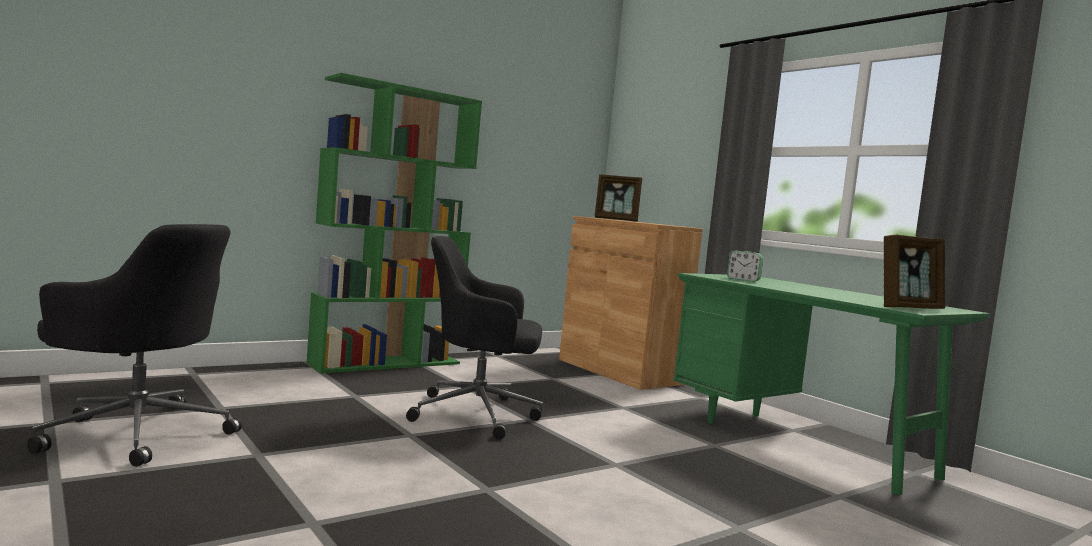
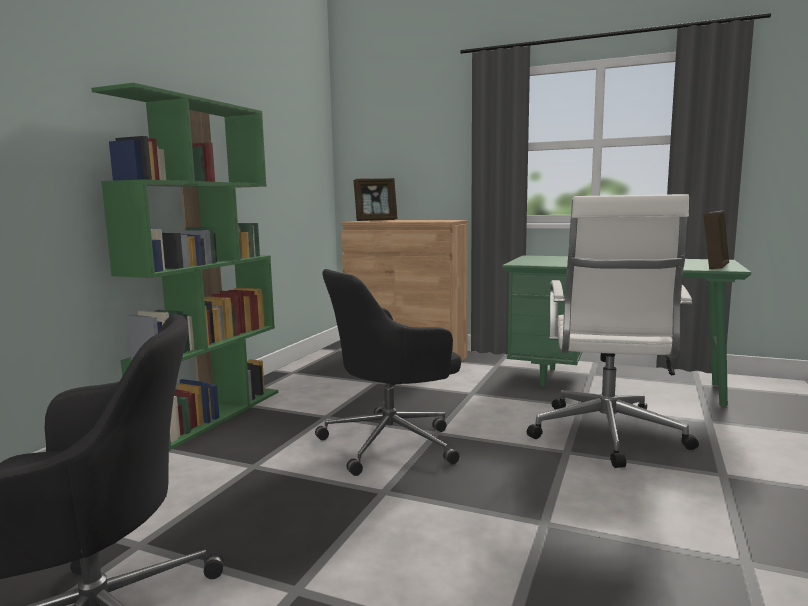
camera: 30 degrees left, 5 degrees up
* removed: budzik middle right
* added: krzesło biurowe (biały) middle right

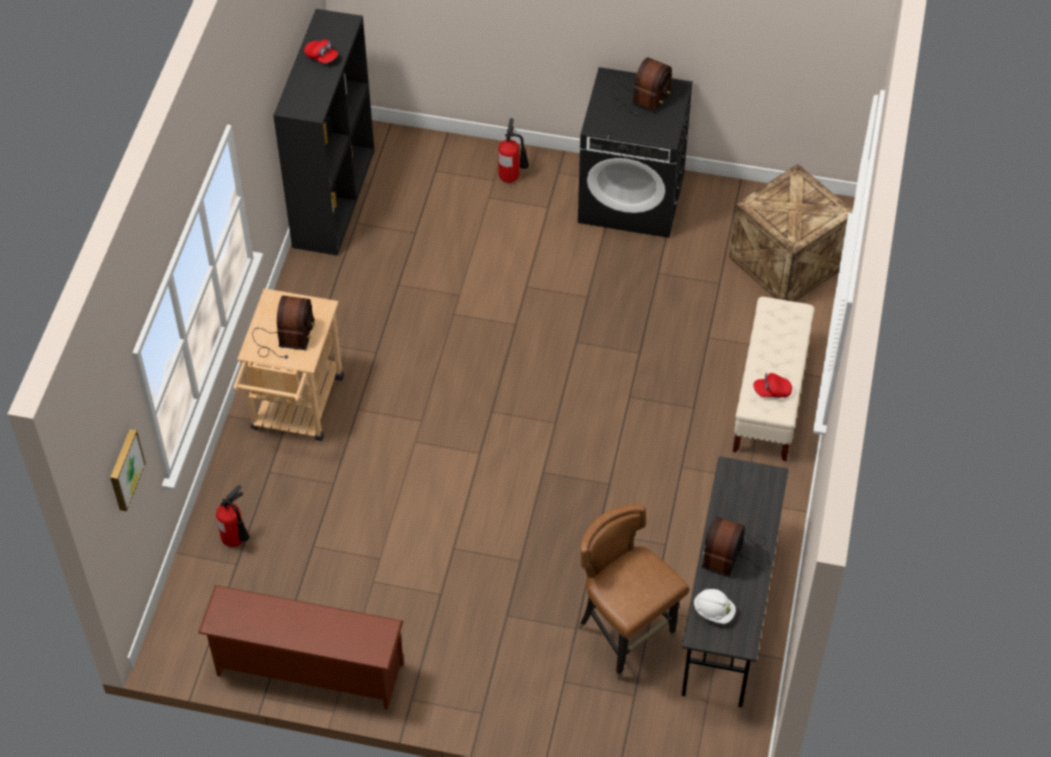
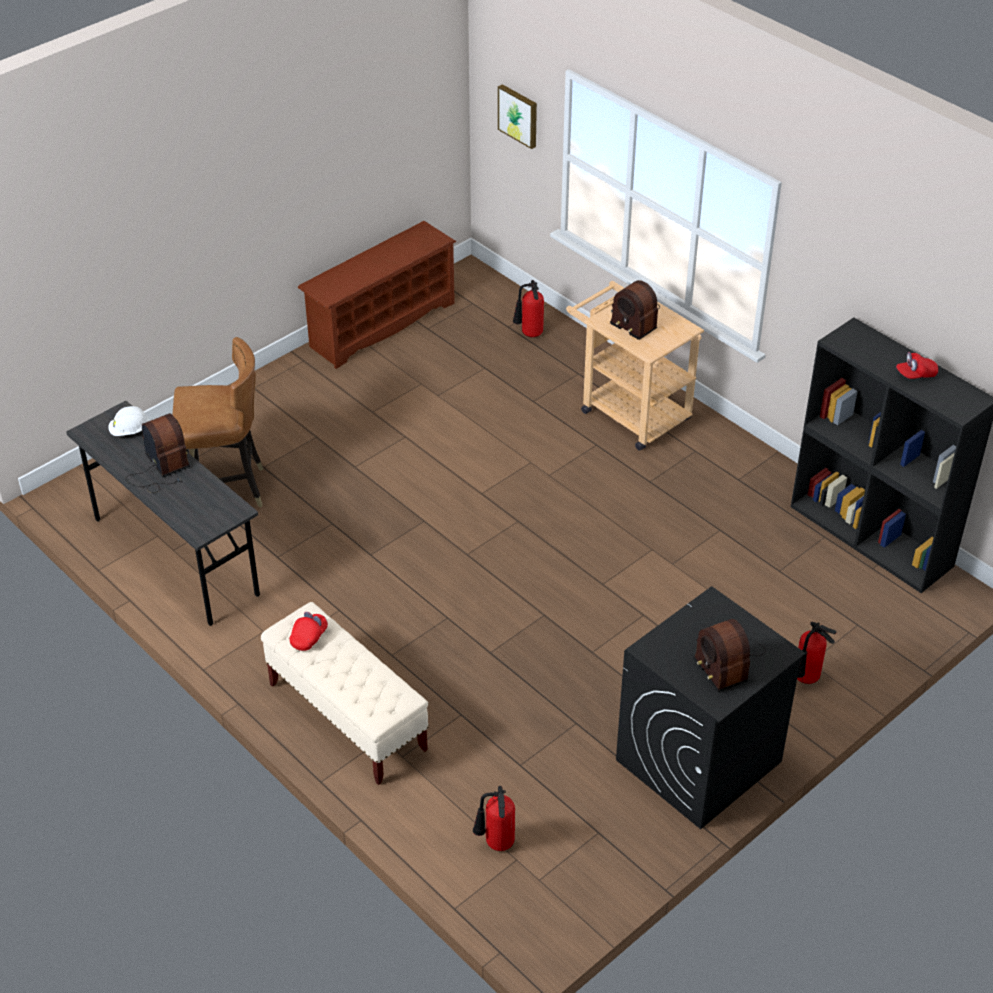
camera: 125 degrees right, 10 degrees down
* replaced: skrzynka top right to gaśnica (1st from left) bottom centre

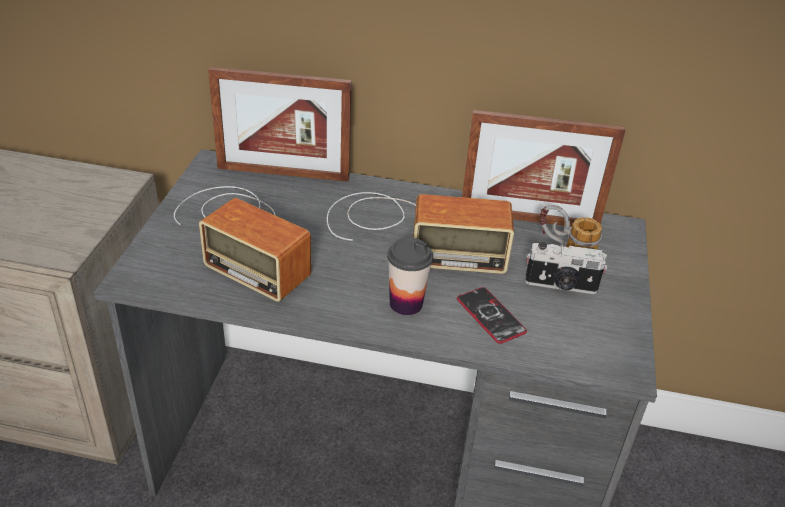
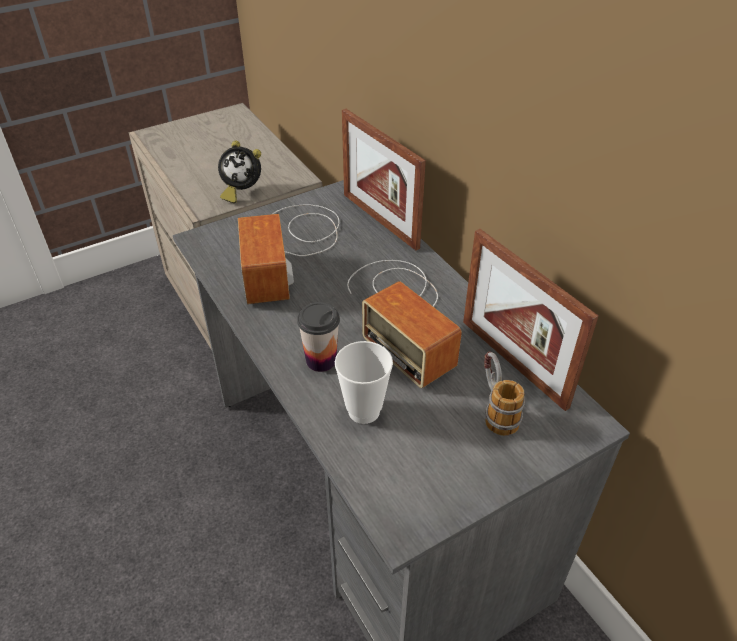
camera: 50 degrees right, 5 degrees up
* removed: aparat fotograficzny middle right
* replaced: telefon centre to filiżanka (2nd from left) centre
* added: budzik top left

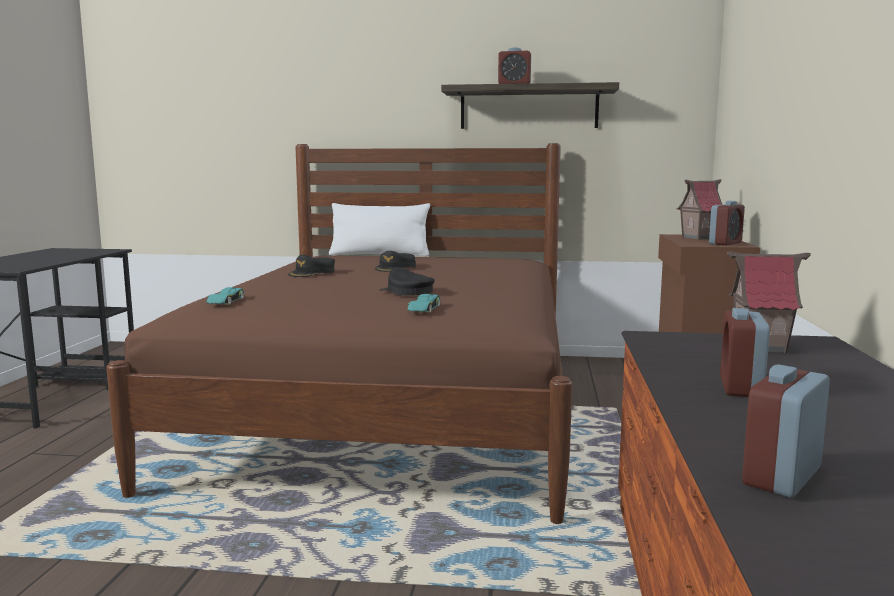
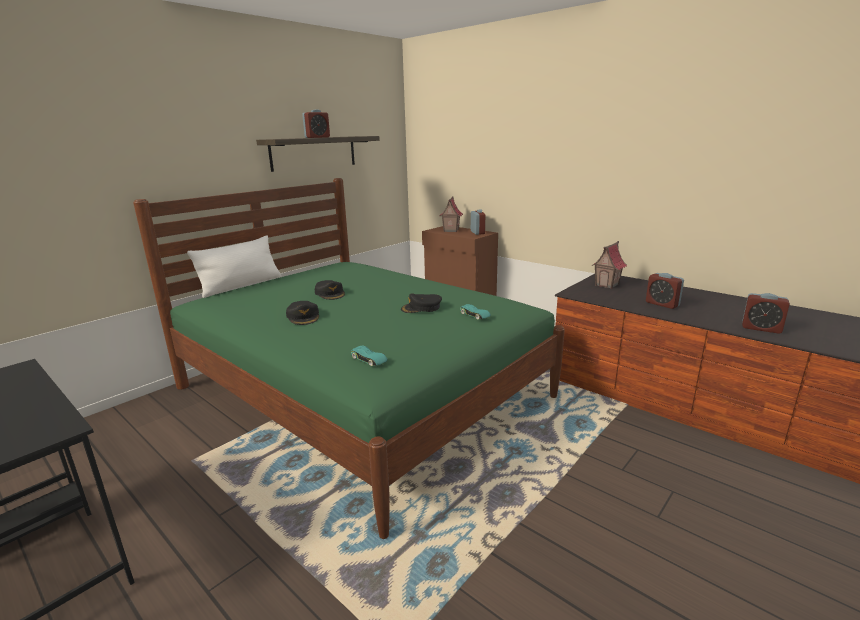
camera: 55 degrees left, 10 degrees up
* recoloured: łóżko (brązowy) centre to łóżko (zielony) centre
* turned: budzik (4th from left) bottom right = middle right 45 degrees counterclockwise

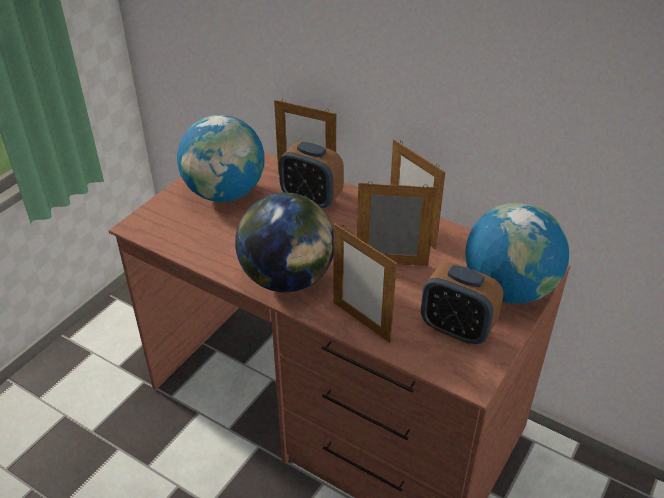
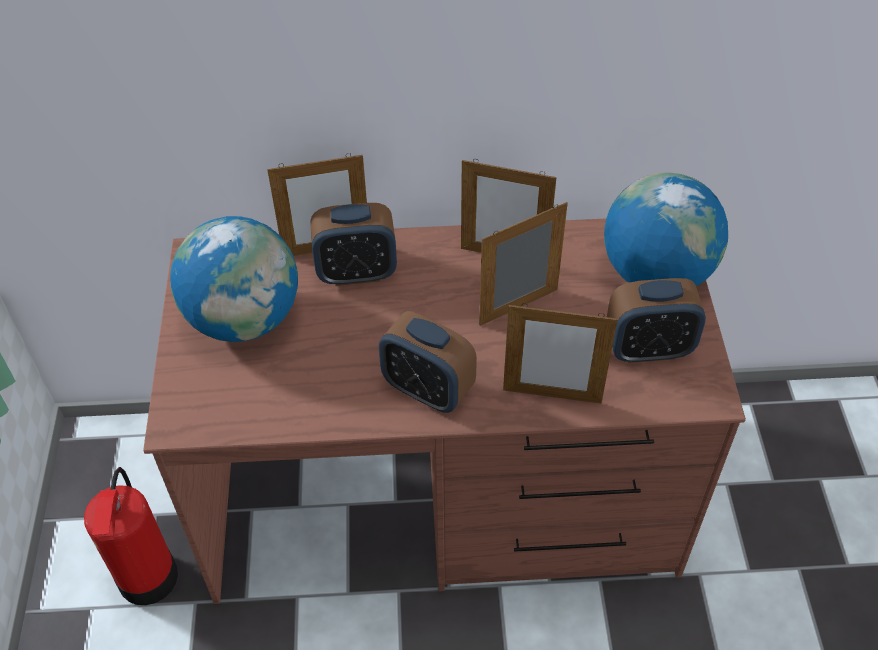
camera: 35 degrees left, 10 degrees up
* replaced: globus (2nd from left) centre to budzik (2nd from left) centre
* added: gaśnica bottom left

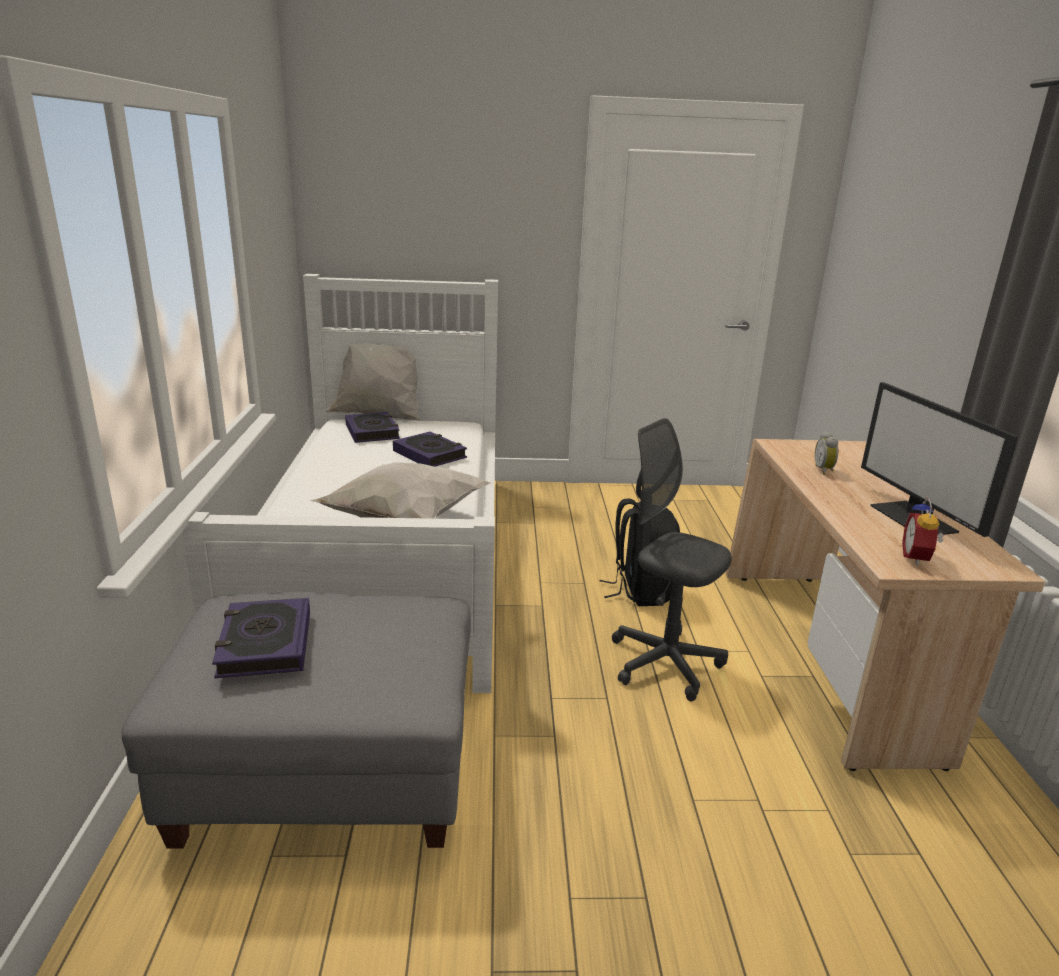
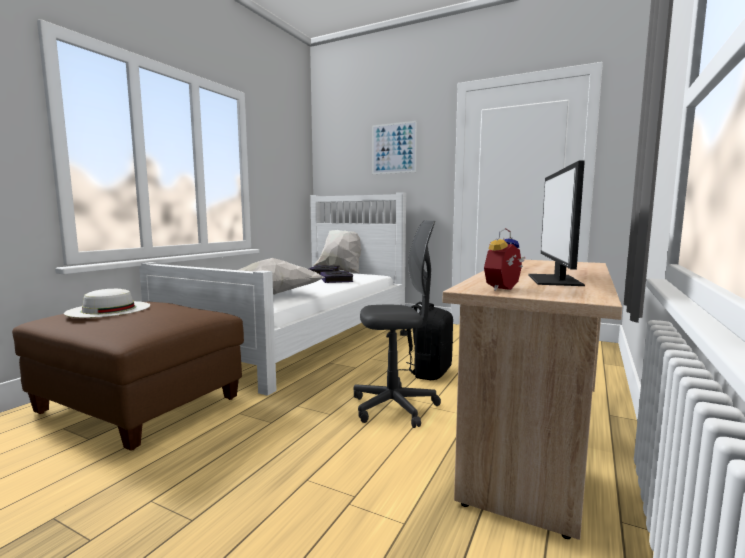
camera: 30 degrees right, 15 degrees down
* turned: krzesło biurowe (szary) centre = centre 105 degrees clockwise
* removed: budzik (1st from left) middle right
* recoloured: pufa (szary) bottom left to pufa (brązowy) bottom left
* replaced: książka (1st from left) middle left to kapelusz (biały) middle left
* added: obraz top centre

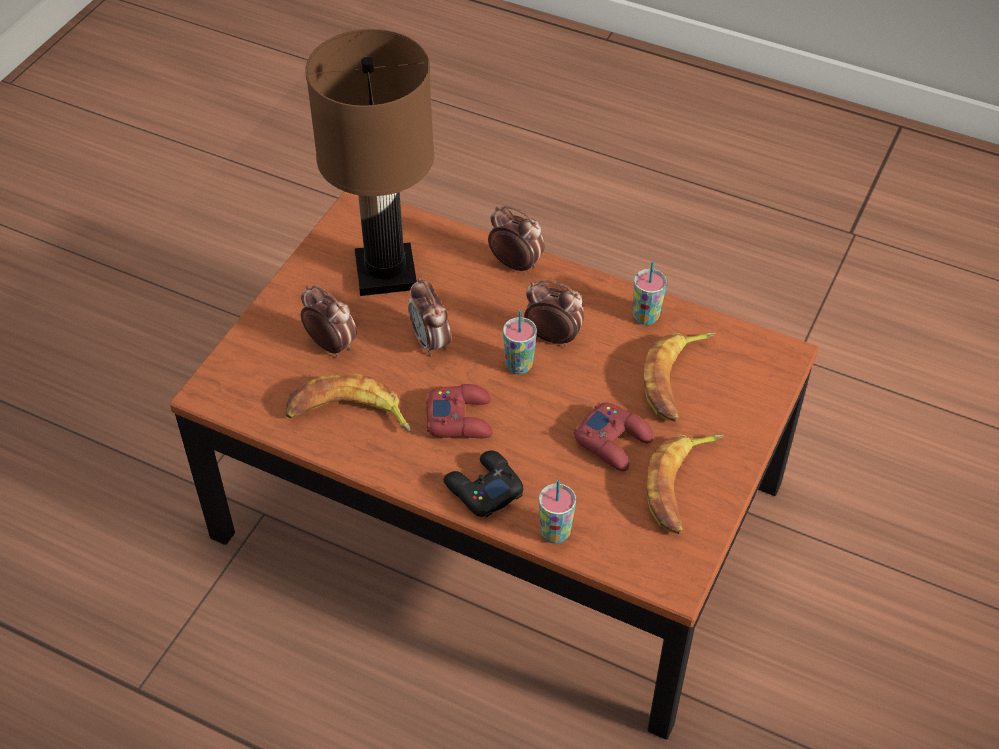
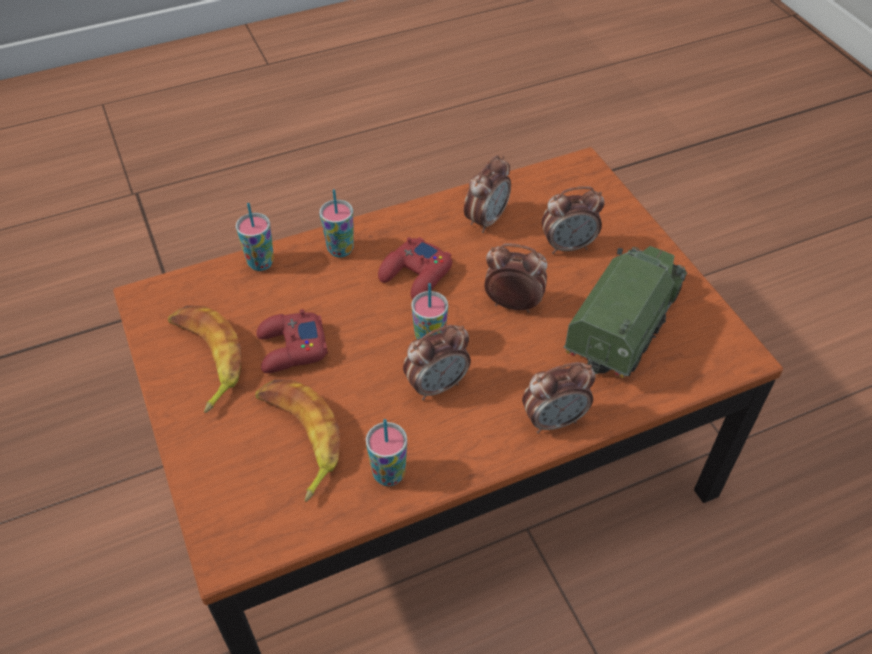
camera: 130 degrees right, 0 degrees up
* replaced: lampa stołowa (brązowy) top centre to ciężarówka zabawkowa middle right
* replaced: banan (1st from left) centre to budzik (2nd from left) top centre
* replaced: pad do gier (czarny) centre to filiżanka (2nd from left) centre

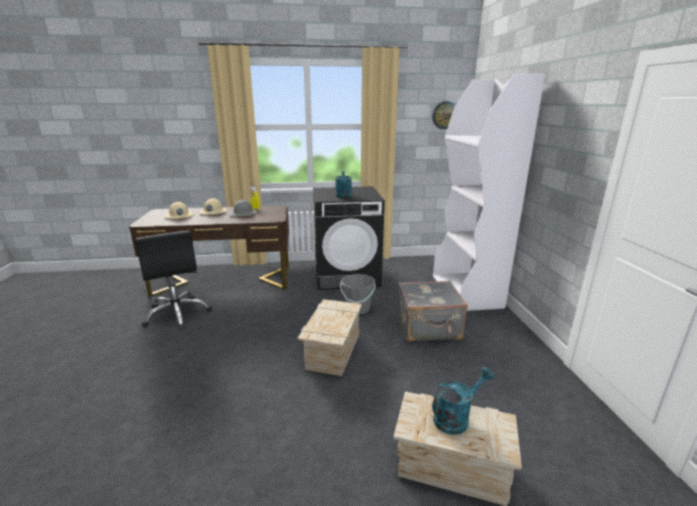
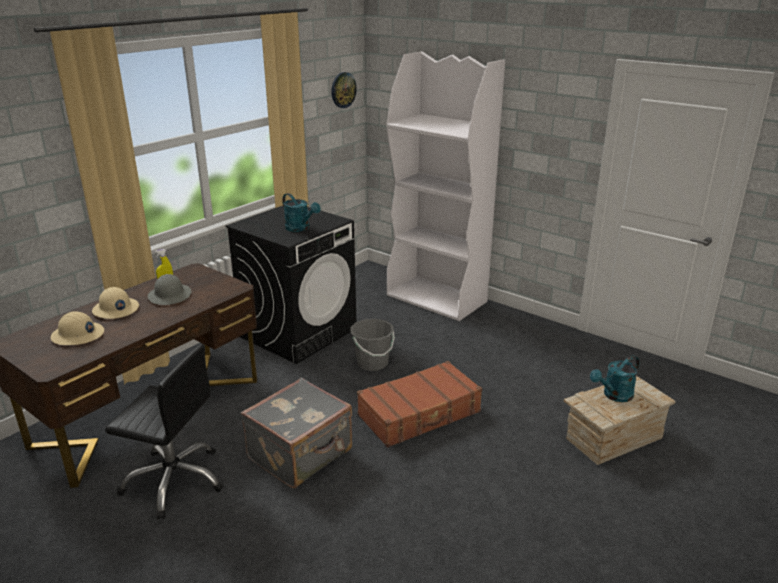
camera: 45 degrees left, 5 degrees up
* moved: walizka (szary) centre to bottom centre
* replaced: skrzynka (1st from left) centre to walizka (brązowy) bottom centre
* turned: konewka (turkusowy) (2nd from left) bottom centre = middle right 135 degrees counterclockwise

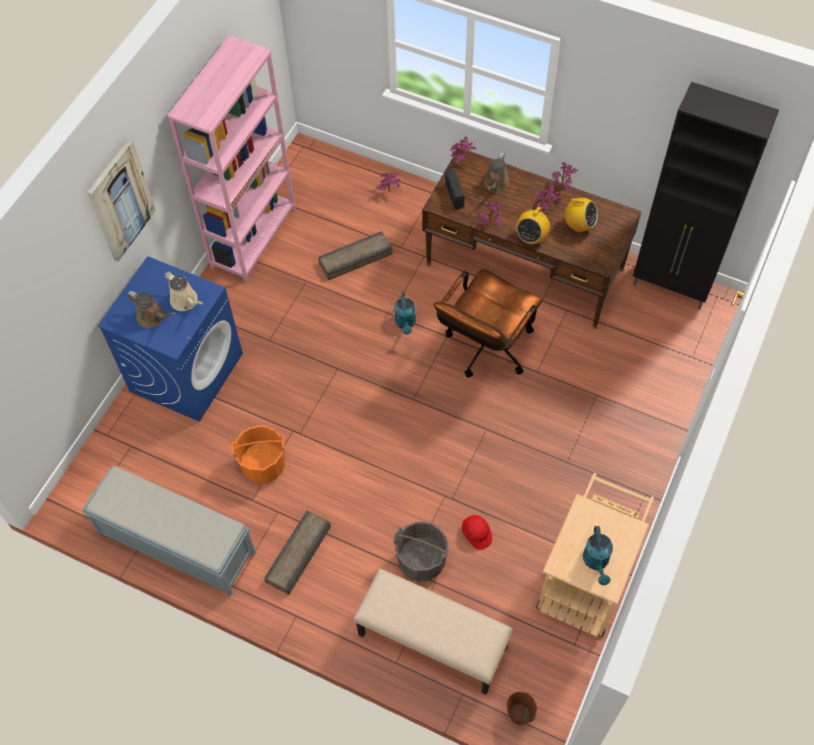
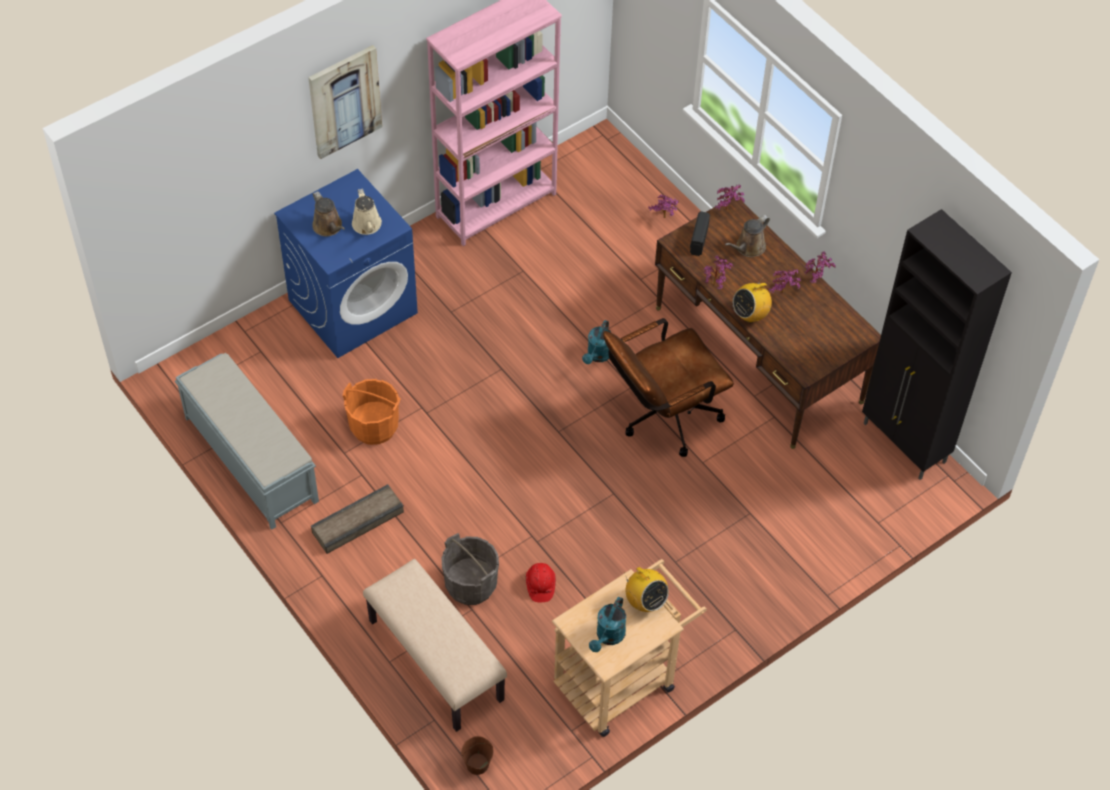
camera: 25 degrees right, 5 degrees down
* moved: radio (3rd from left in the first image) top right to radio (1st from left) bottom centre
* removed: skrzynka (2nd from left) centre

